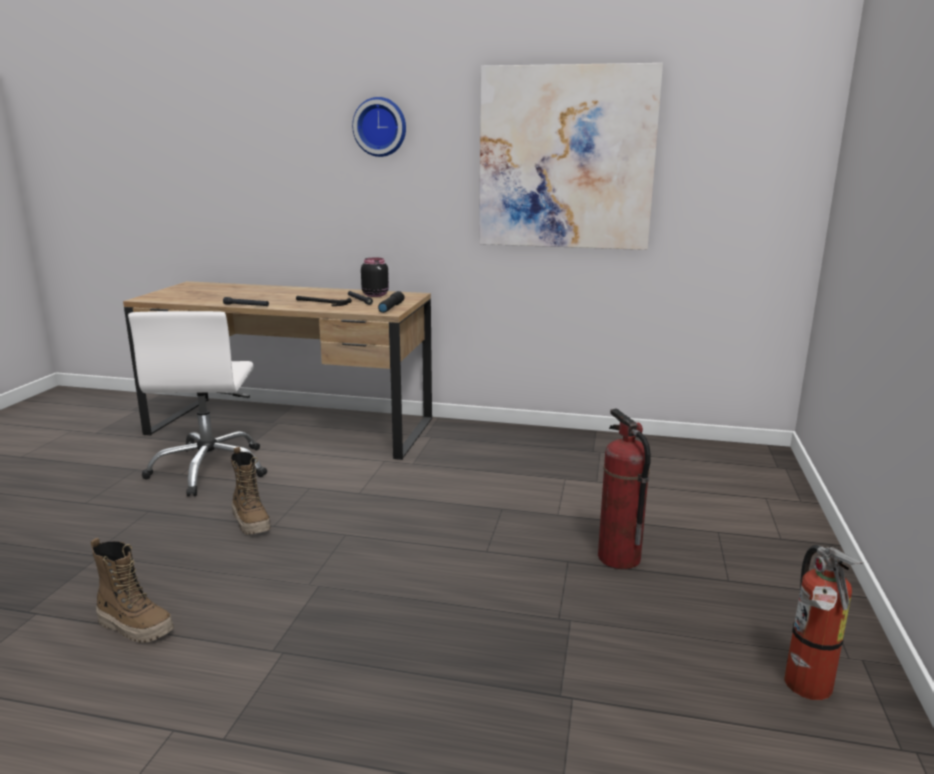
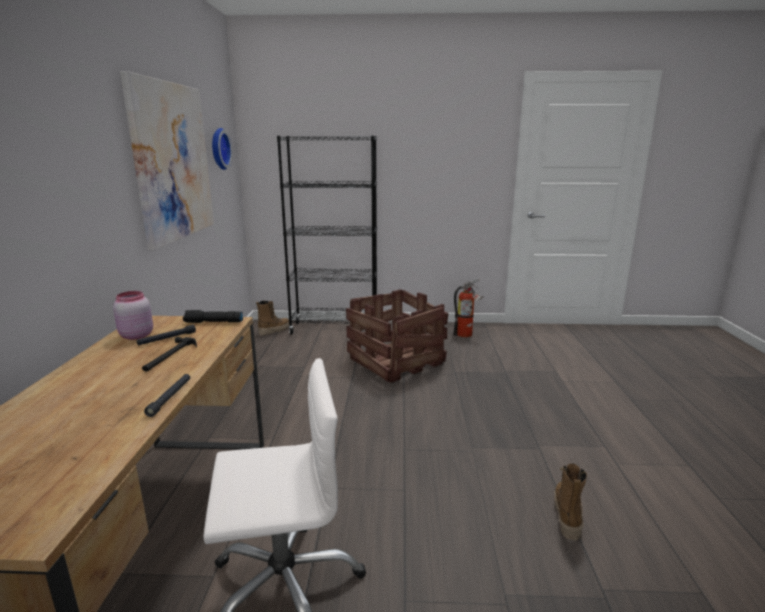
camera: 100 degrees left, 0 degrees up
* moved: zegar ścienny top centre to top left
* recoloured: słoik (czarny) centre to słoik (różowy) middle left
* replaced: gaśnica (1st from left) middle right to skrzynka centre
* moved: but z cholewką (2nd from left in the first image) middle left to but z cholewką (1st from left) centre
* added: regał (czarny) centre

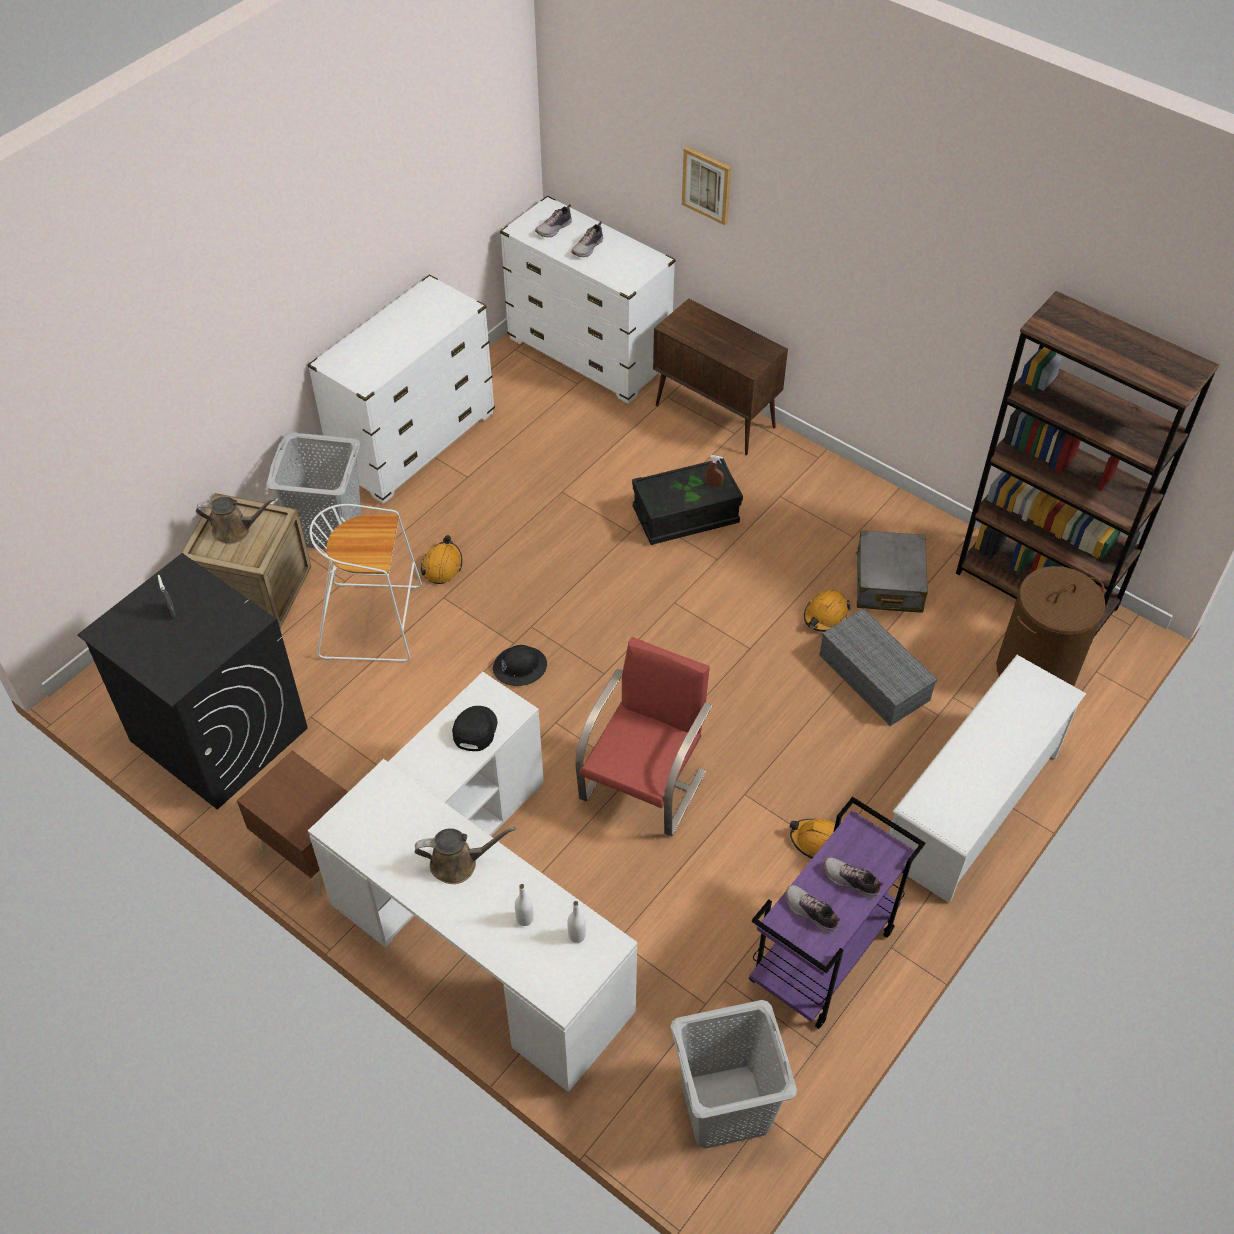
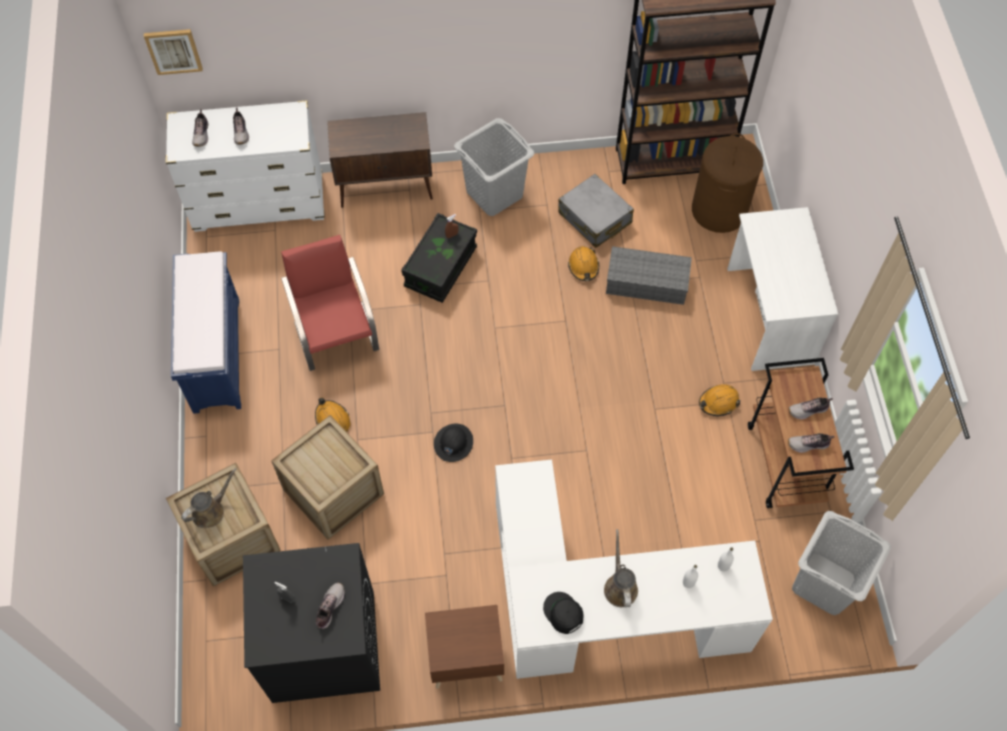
camera: 45 degrees left, 10 degrees up
* moved: obraz top centre to top left
* replaced: komoda (biały) (1st from left) top left to ławka (niebieski) middle left
* moved: kosz na pranie (szary) (1st from left) middle left to top centre
* replaced: stołek (biały) middle left to skrzynka (2nd from left) middle left
* moved: krzesło (czerwony) centre to middle left
* replaced: regał na buty (biały) middle right to biurko (biały) (2nd from left) middle right
* moved: czapka z daszkiem (czarny) centre to bottom centre
* recoloured: wózek (fioletowy) bottom right to wózek (brązowy) middle right
* turned: konewka (brązowy) (2nd from left) bottom centre = bottom centre 45 degrees counterclockwise
* added: but (3rd from left) bottom left

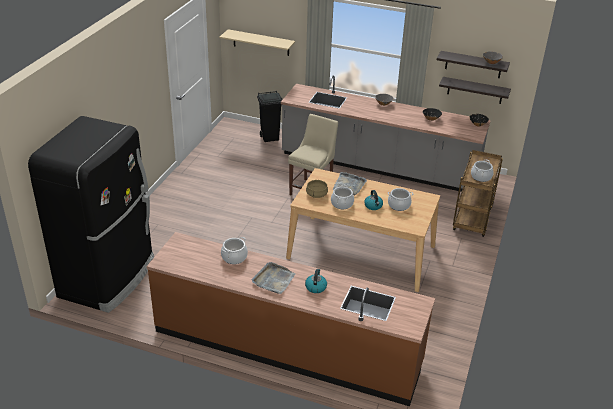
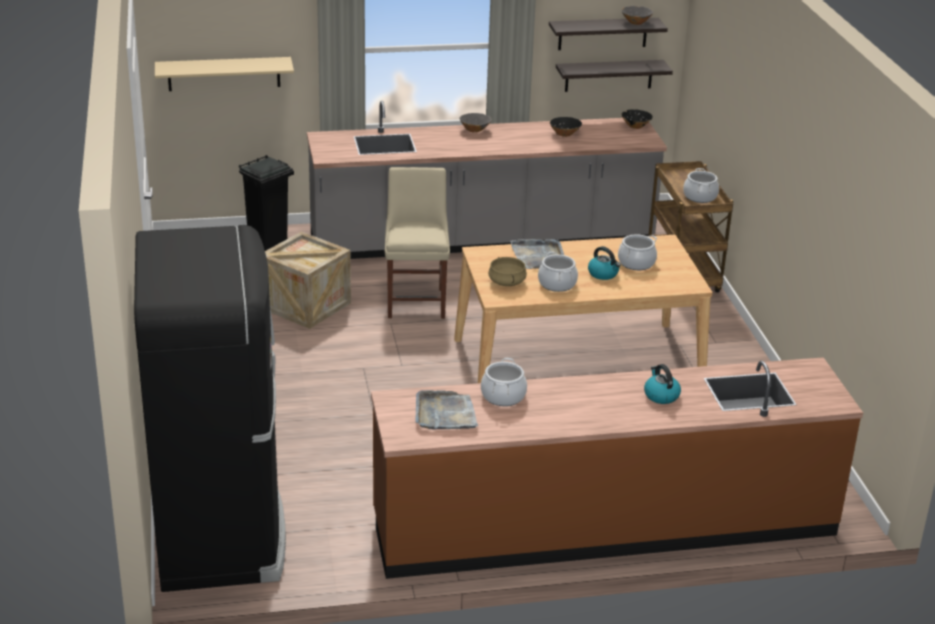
camera: 30 degrees left, 5 degrees down
* moved: taca (szary) (1st from left) bottom centre to centre
* added: skrzynka middle left

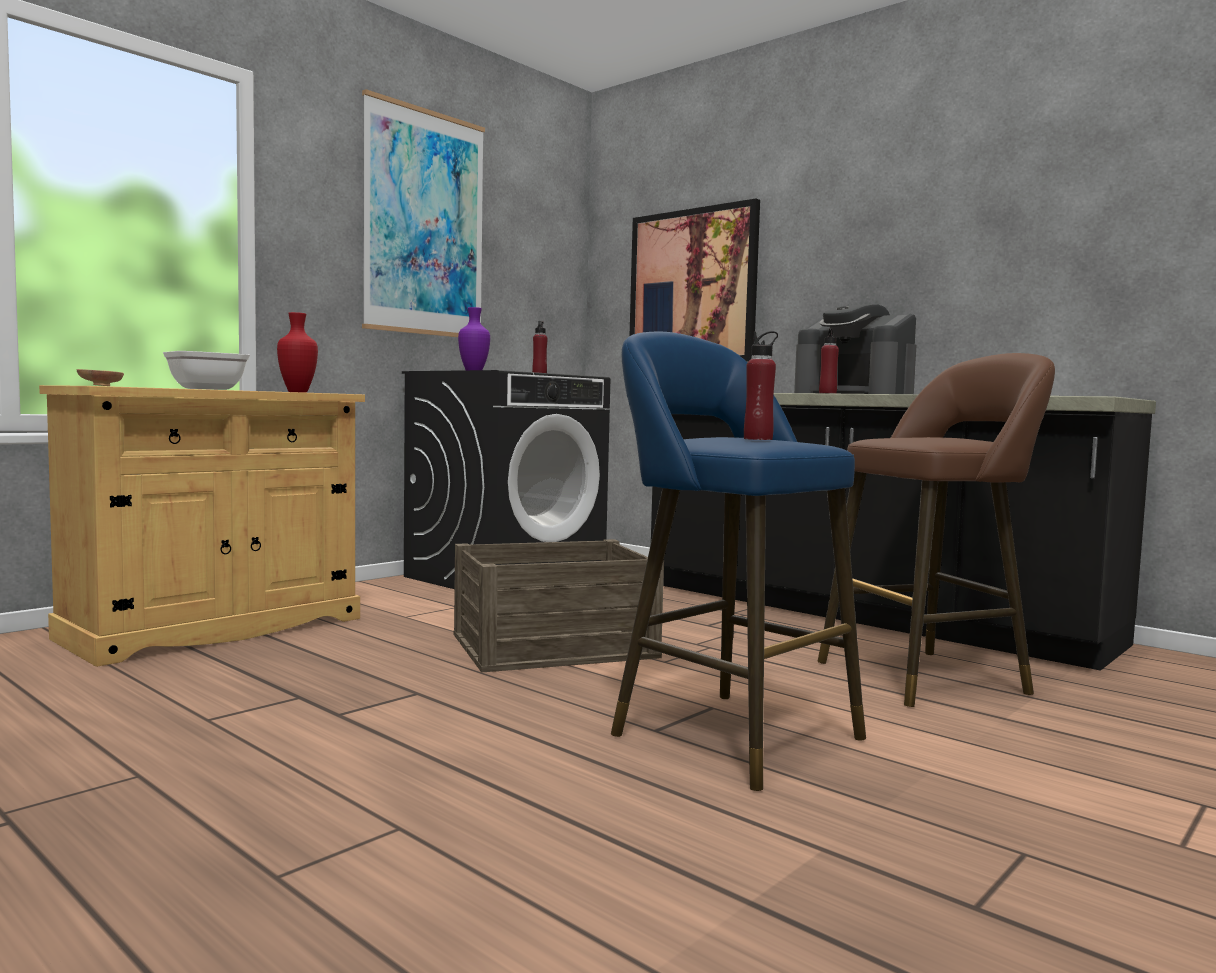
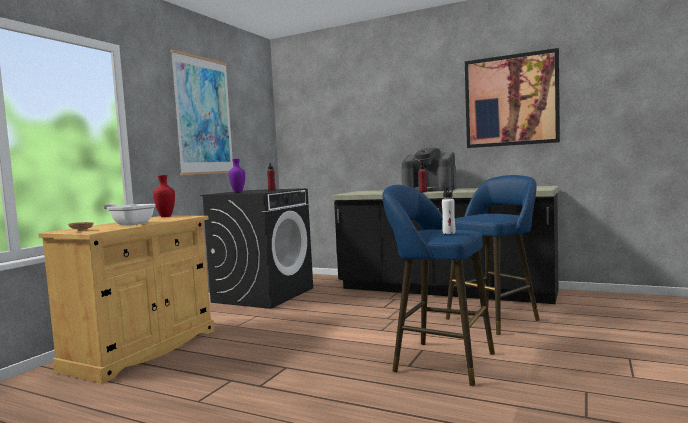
camera: 15 degrees left, 0 degrees up
* moved: obraz (2nd from left) top centre to top right
* recoloured: butelka (czerwony) (2nd from left) centre to butelka (biały) centre
* recoloured: stołek (brązowy) middle right to stołek (niebieski) (2nd from left) middle right
* removed: skrzynka centre

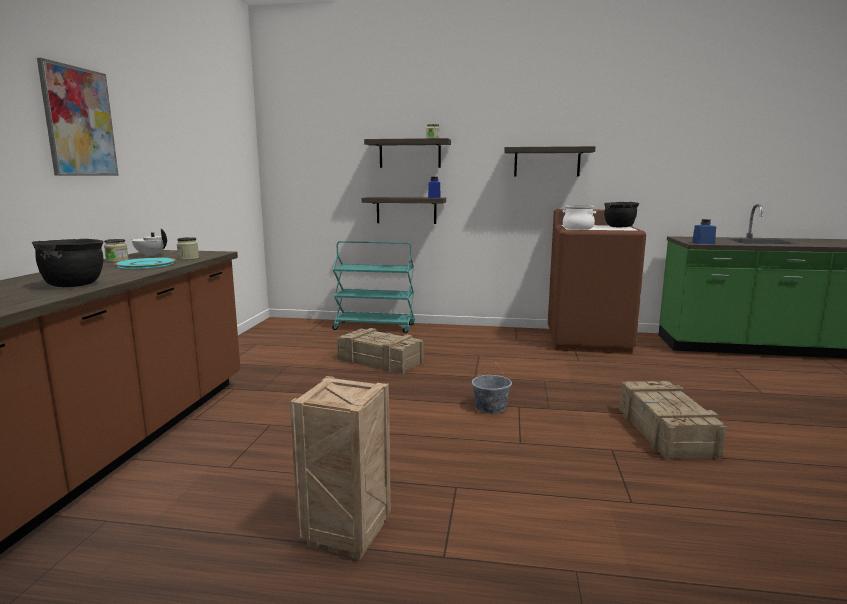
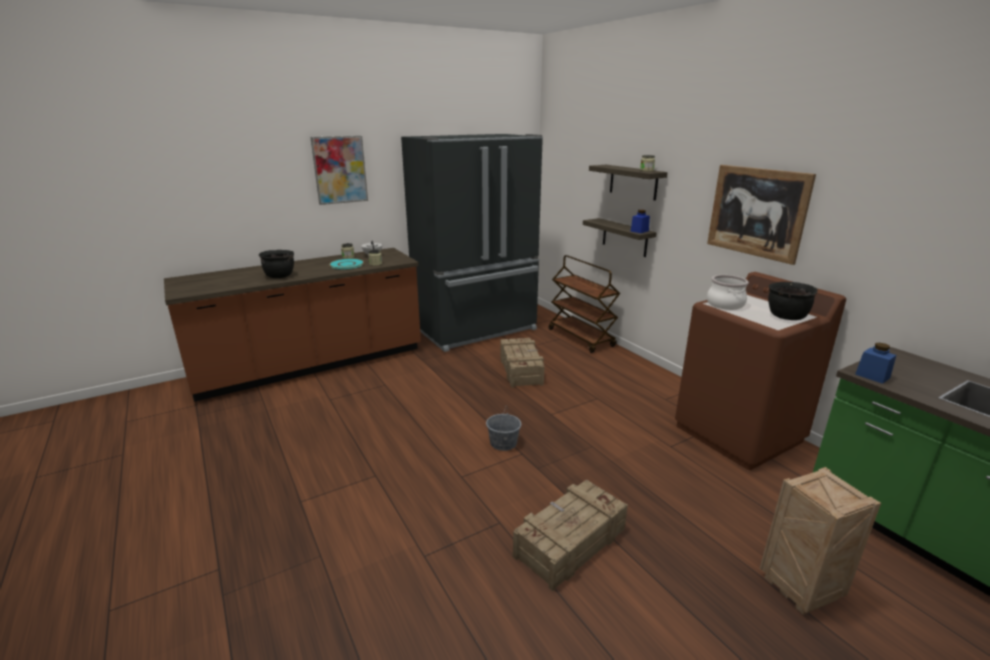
camera: 50 degrees right, 10 degrees up
* replaced: półka (3rd from left) top centre to obraz (2nd from left) top right
* recoloured: wózek (turkusowy) centre to wózek (brązowy) centre
* moved: skrzynka (1st from left in the first image) bottom centre to skrzynka (3rd from left) bottom right
* added: lodówka (czarny) centre

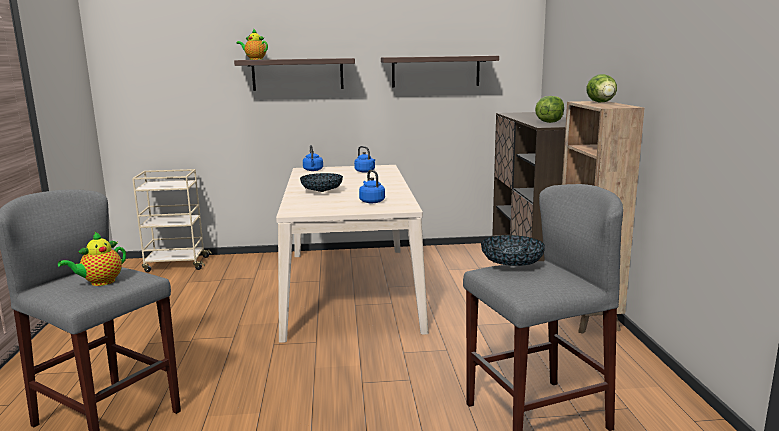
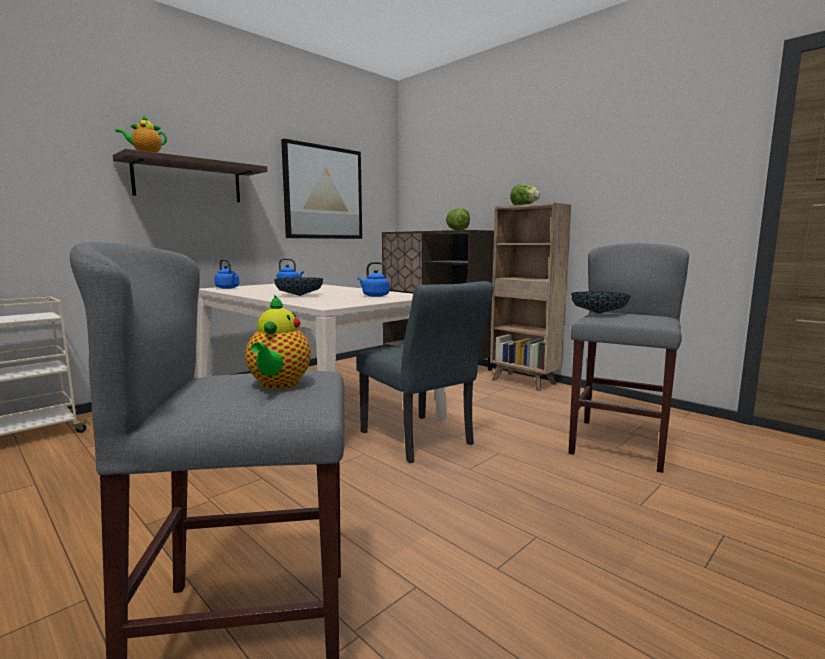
camera: 40 degrees left, 5 degrees down
* replaced: półka (2nd from left) top centre to obraz top centre
* added: krzesło (szary) centre

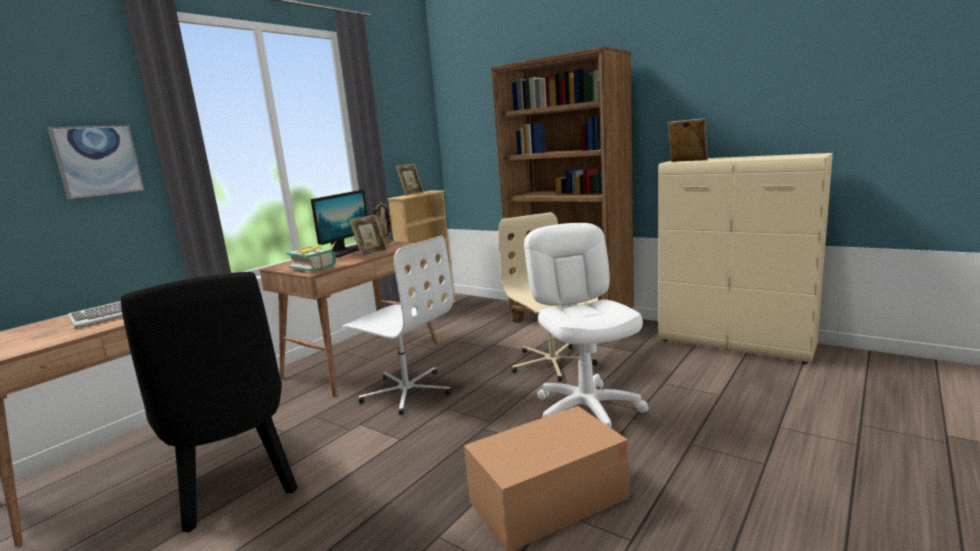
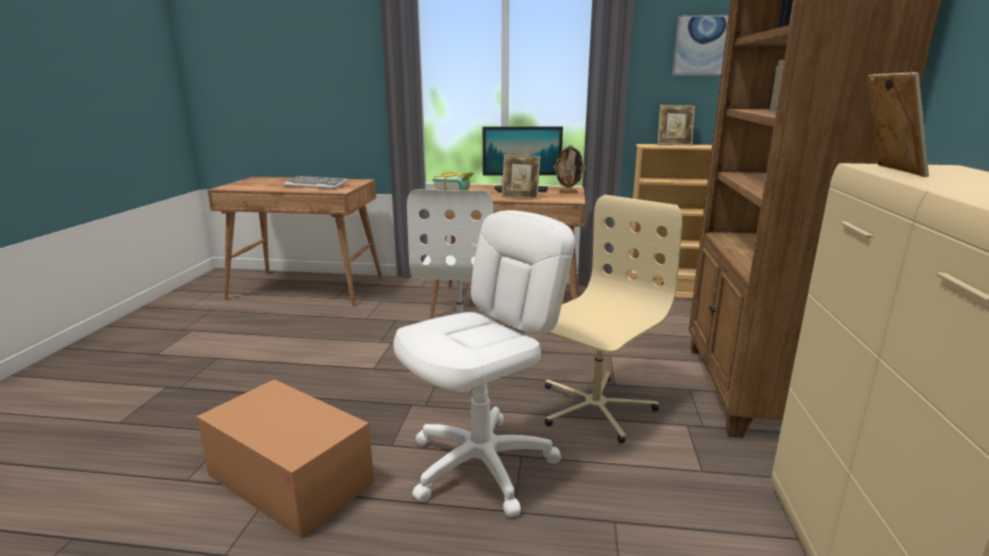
camera: 60 degrees right, 5 degrees up
* moved: obraz top left to top right
* removed: krzesło (czarny) bottom left

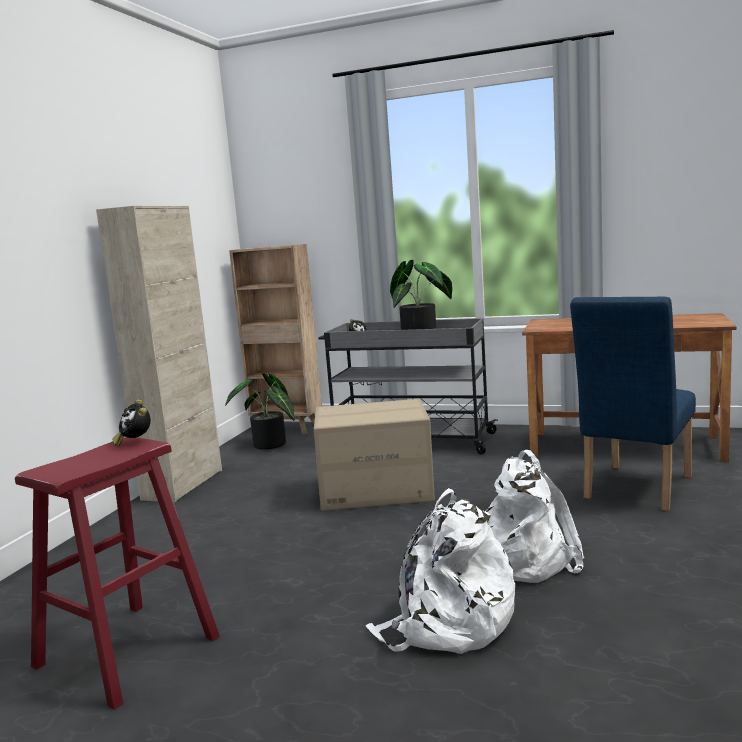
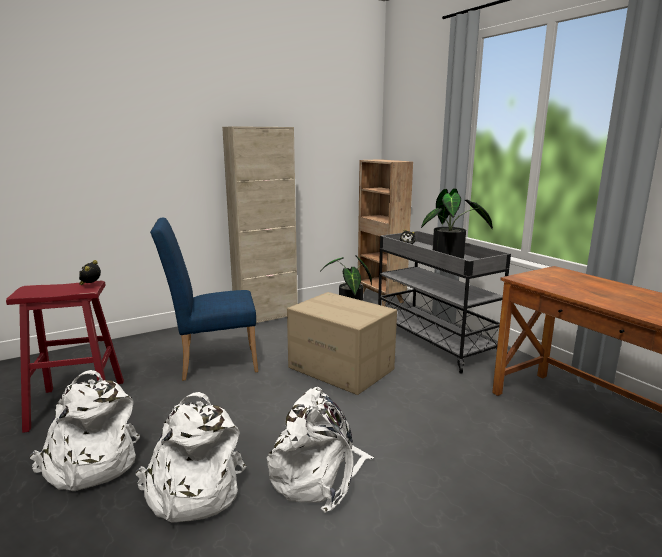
camera: 40 degrees right, 5 degrees up
* moved: krzesło (niebieski) middle right to middle left
* added: plecak (biały) (1st from left) bottom left

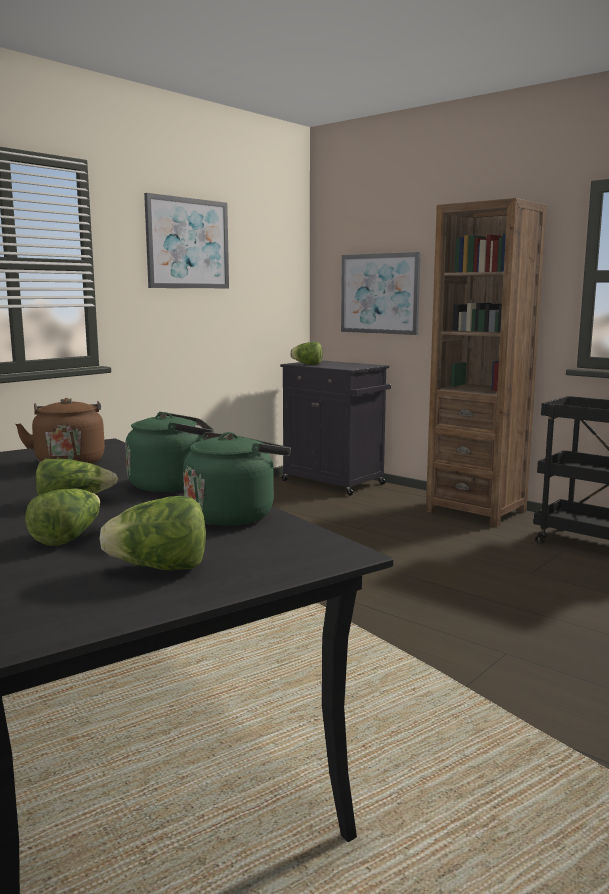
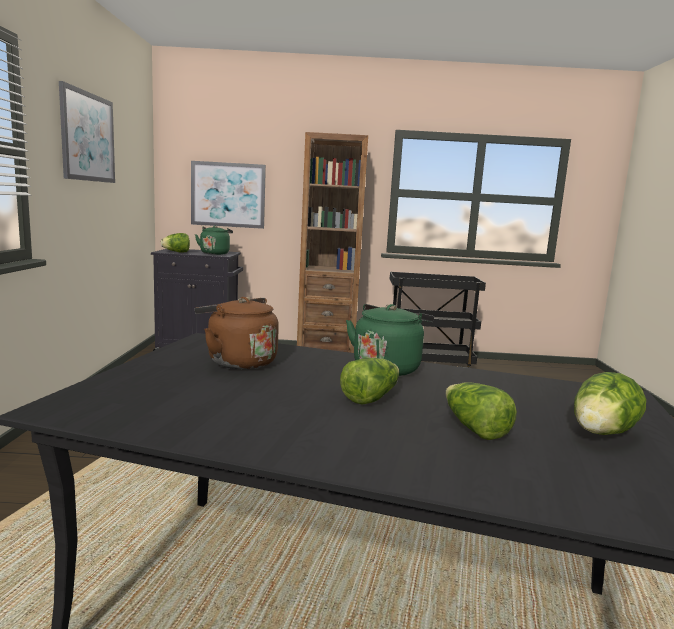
camera: 40 degrees left, 0 degrees up
* moved: czajnik (zielony) (2nd from left in the first image) centre to czajnik (zielony) (1st from left) middle left

